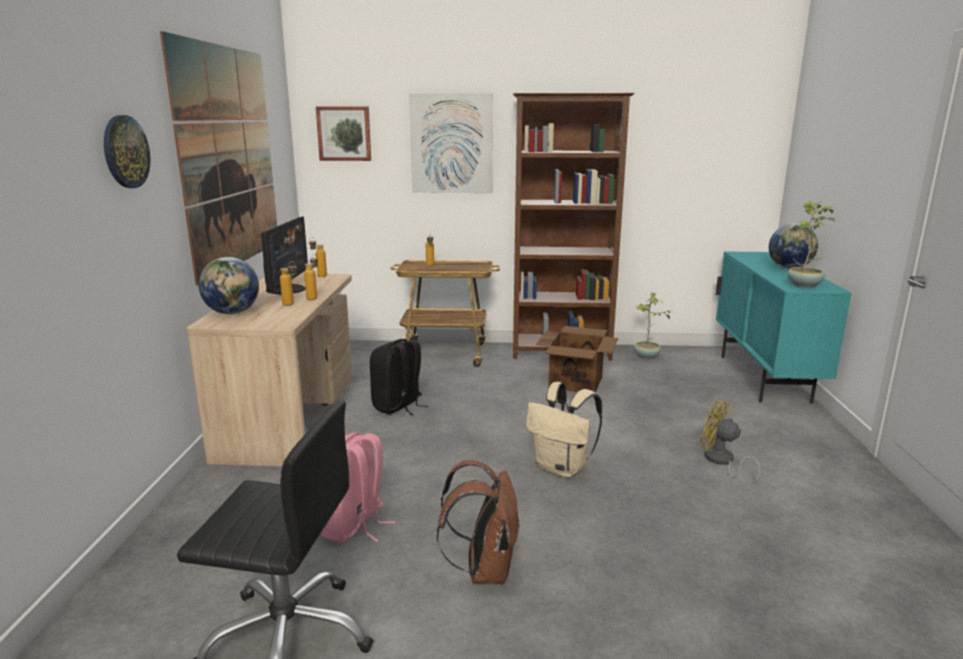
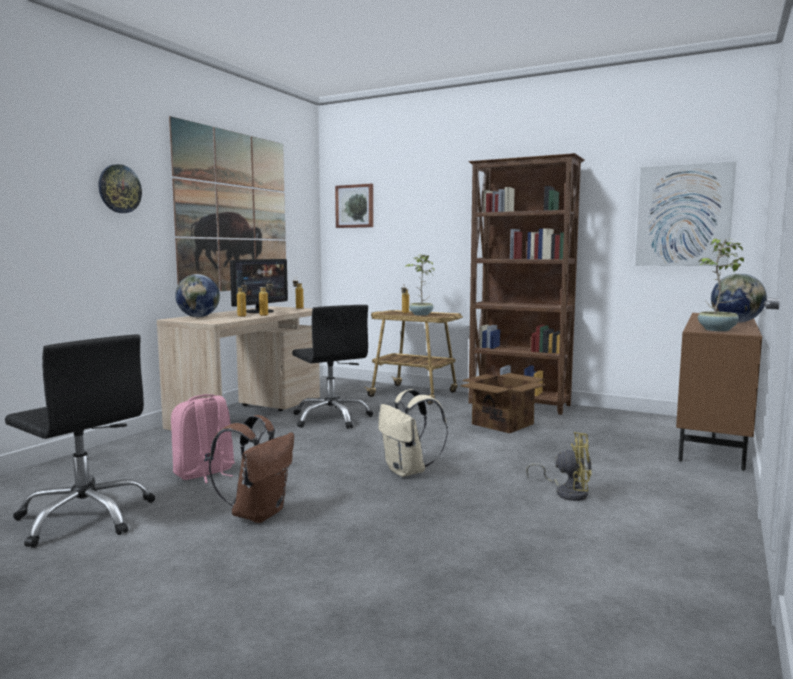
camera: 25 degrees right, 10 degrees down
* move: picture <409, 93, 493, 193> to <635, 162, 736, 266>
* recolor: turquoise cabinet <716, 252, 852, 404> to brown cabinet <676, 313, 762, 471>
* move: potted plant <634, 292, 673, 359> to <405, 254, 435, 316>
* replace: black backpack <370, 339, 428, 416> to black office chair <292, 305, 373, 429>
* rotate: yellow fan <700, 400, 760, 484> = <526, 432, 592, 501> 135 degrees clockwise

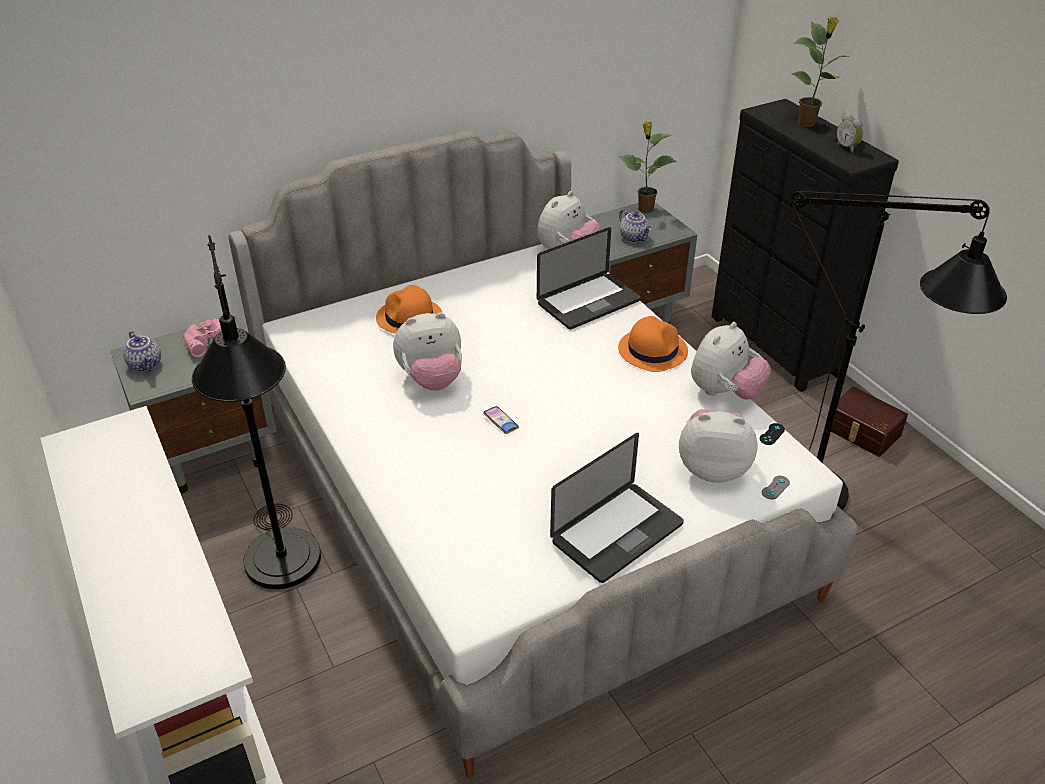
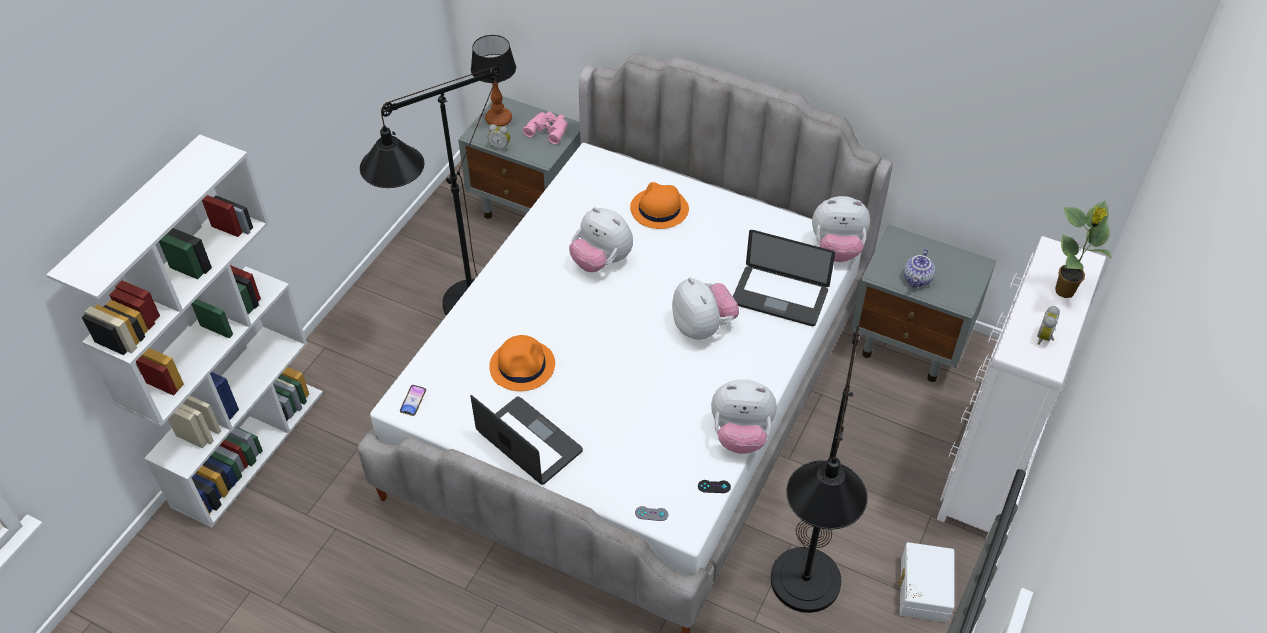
camera: 55 degrees right, 10 degrees up
* recolor: black dresser <711, 99, 899, 392> to white dresser <937, 236, 1106, 539>
* delete: potted plant <619, 121, 677, 213>
* move: orange hat <618, 316, 688, 372> to <489, 335, 555, 391>
* replace: teapot <123, 331, 161, 372> to table lamp <471, 35, 516, 127>
* recolor: brown storage box <831, 387, 908, 457> to white storage box <897, 542, 954, 622>
* move: phone <483, 406, 519, 434> to <400, 385, 426, 416>
* move: plush toy <679, 409, 758, 483> to <672, 277, 739, 340>
* rotate: laptop <550, 433, 684, 583> = <470, 395, 583, 485> 150 degrees counterclockwise
* insert: alarm clock <488, 124, 510, 151>

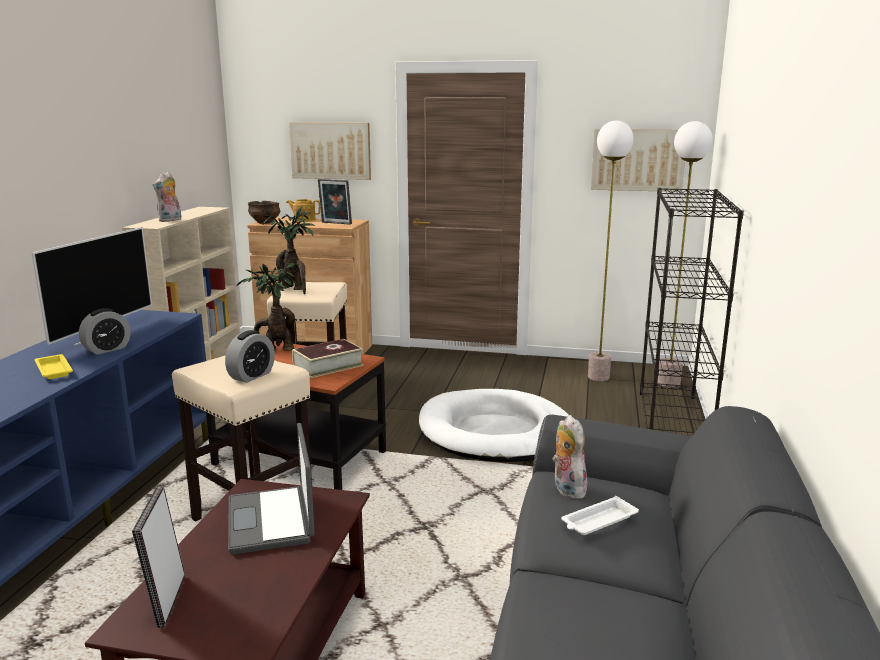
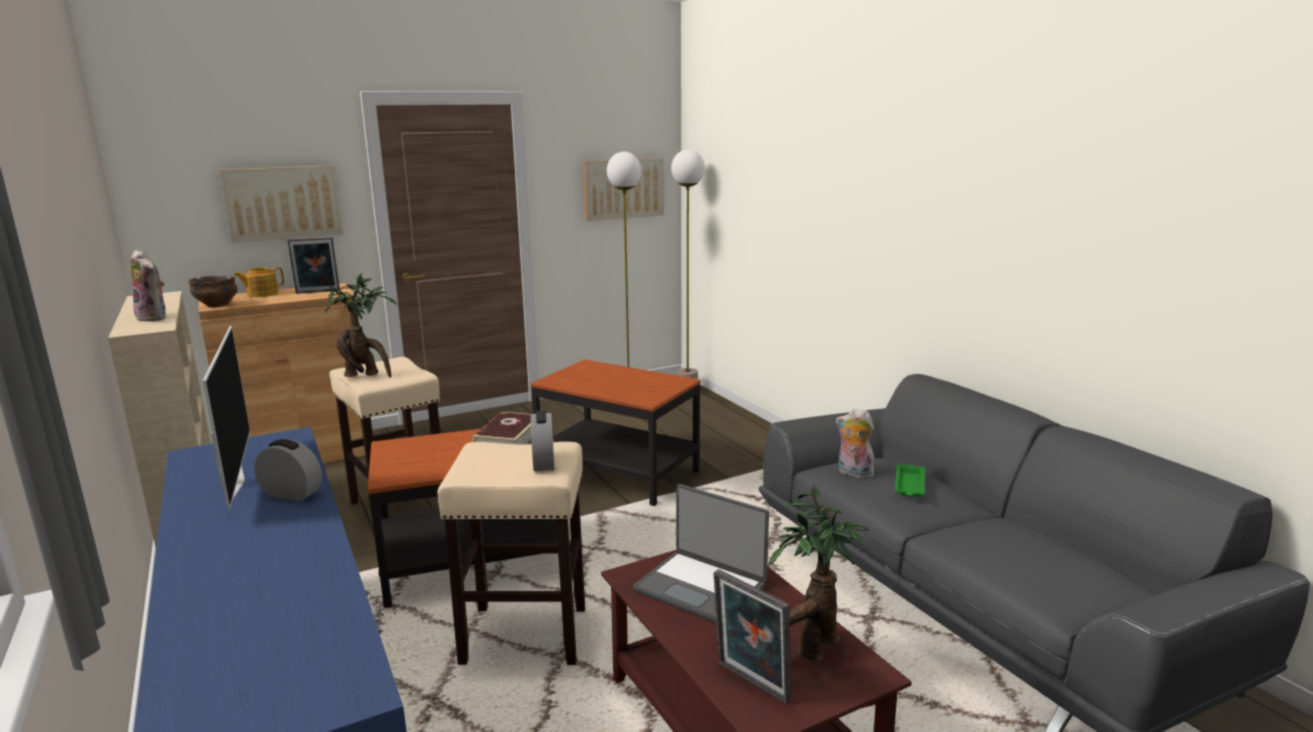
camera: 40 degrees left, 0 degrees up
* rotate: plush toy <153, 172, 181, 222> = <130, 250, 166, 322> 45 degrees counterclockwise
* delete: black bookcase <640, 188, 744, 435>
* move: potted plant <236, 261, 299, 351> to <768, 484, 869, 661>
* rotate: alarm clock <79, 308, 131, 355> = <254, 439, 322, 502> 75 degrees counterclockwise
* delete: yellow tray <34, 354, 73, 379>
* replace: white dog bed <419, 389, 569, 462> to side table <531, 359, 701, 506>
* recolor: white tray <561, 496, 639, 535> to green tray <895, 464, 925, 497>

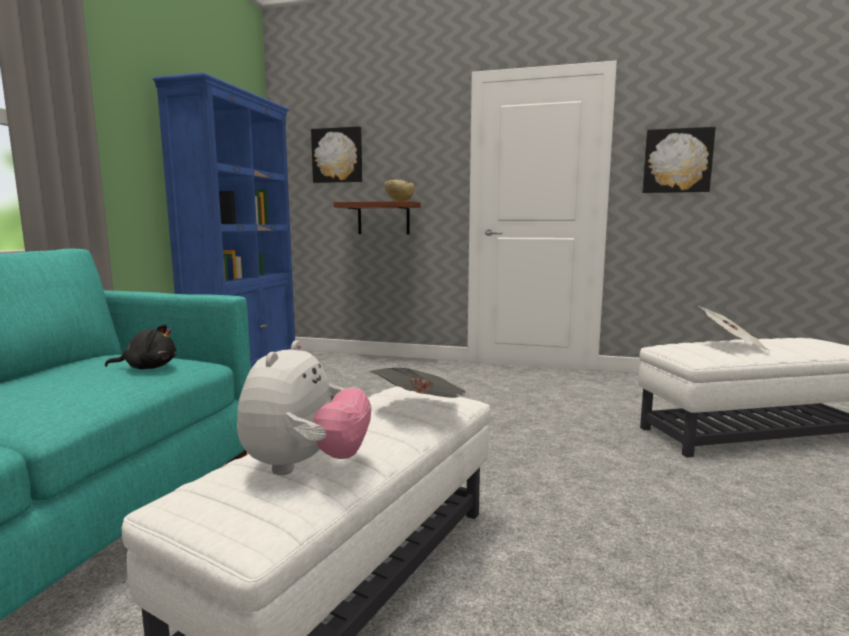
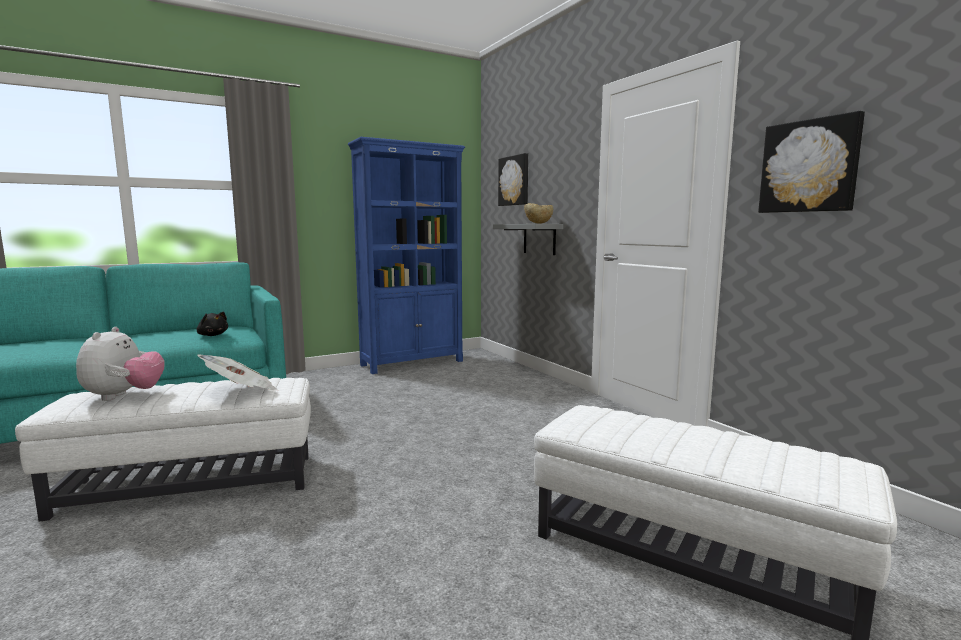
camera: 45 degrees right, 0 degrees up
* recolor: brown shelf <334, 201, 421, 234> to grey shelf <493, 224, 563, 255>
* delete: newspaper <699, 306, 768, 350>
* rotate: plush toy <237, 340, 371, 475> = <76, 327, 165, 401> 60 degrees counterclockwise

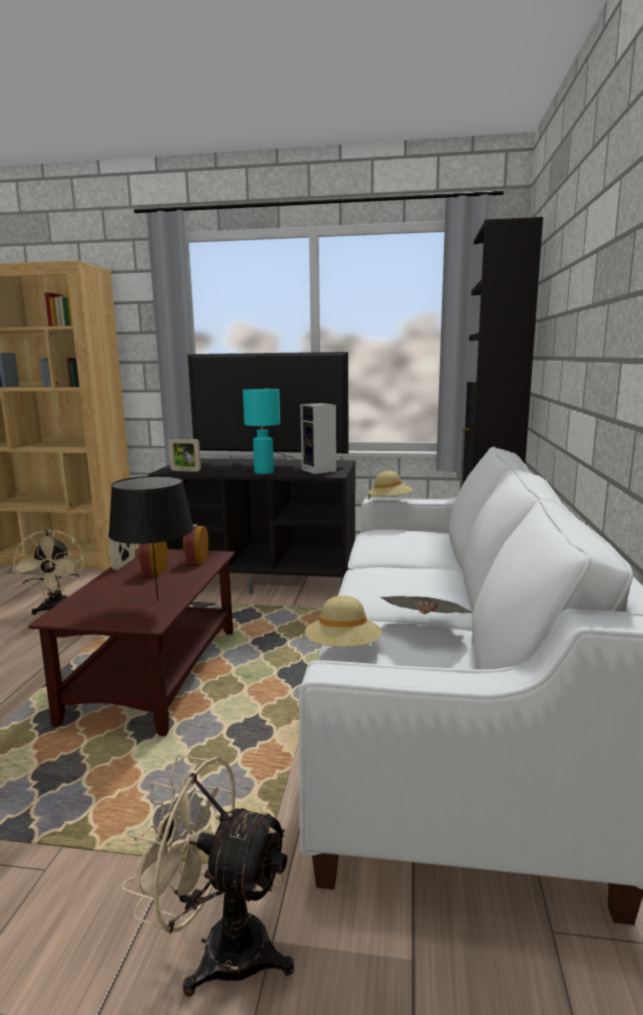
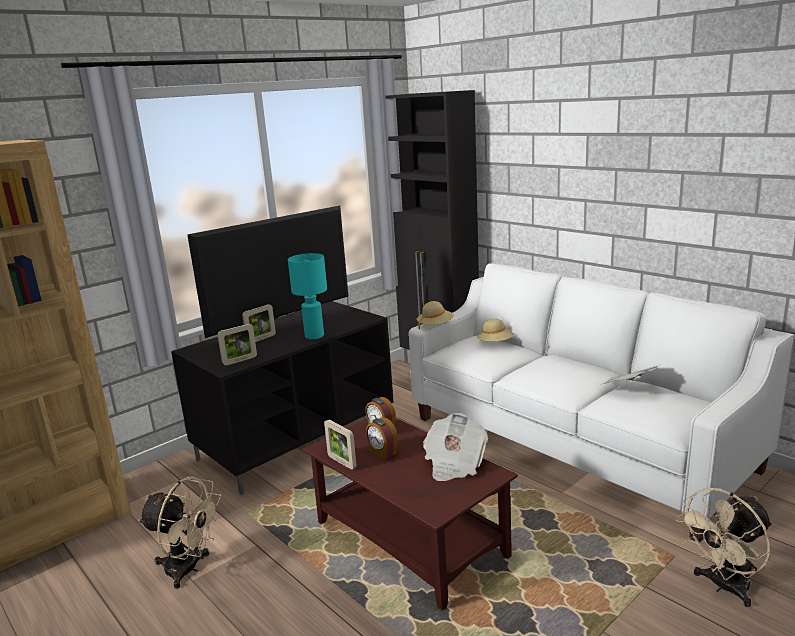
camera: 50 degrees left, 5 degrees up
* delete: speaker <300, 403, 336, 474>
* replace: black table lamp <108, 476, 194, 601> to newspaper <423, 413, 488, 481>
* move: beige hat <305, 596, 382, 647> to <477, 319, 514, 342>
* insert: picture frame <242, 304, 276, 342>

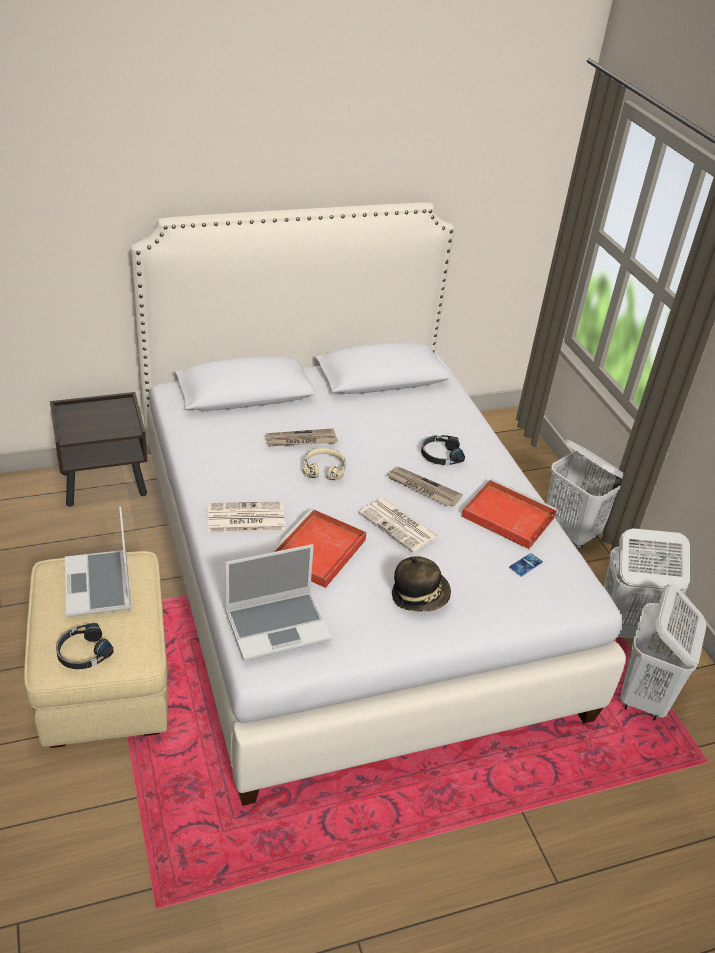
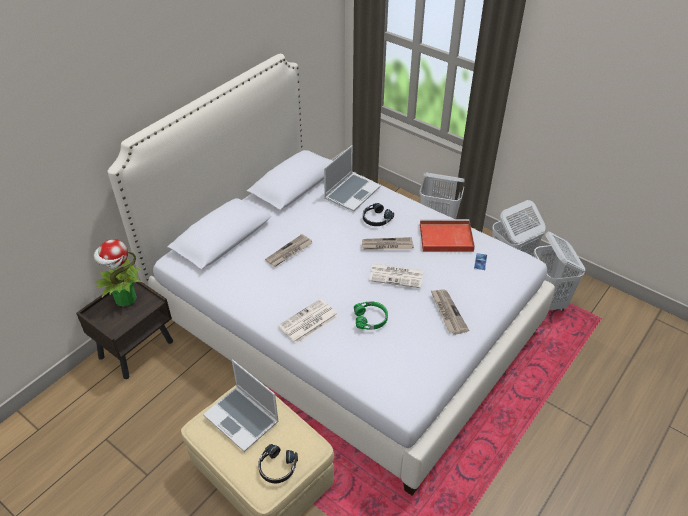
camera: 30 degrees left, 5 degrees up
* delete: beige headphones <303, 448, 346, 480>
* replace: red tray <269, 508, 367, 588> to green headphones <354, 301, 388, 329>
* move: laptop <225, 544, 332, 661> to <324, 145, 380, 212>
* replace: hat <392, 556, 451, 612> to newspaper <431, 289, 469, 335>
* insert: potted plant <94, 239, 142, 306>

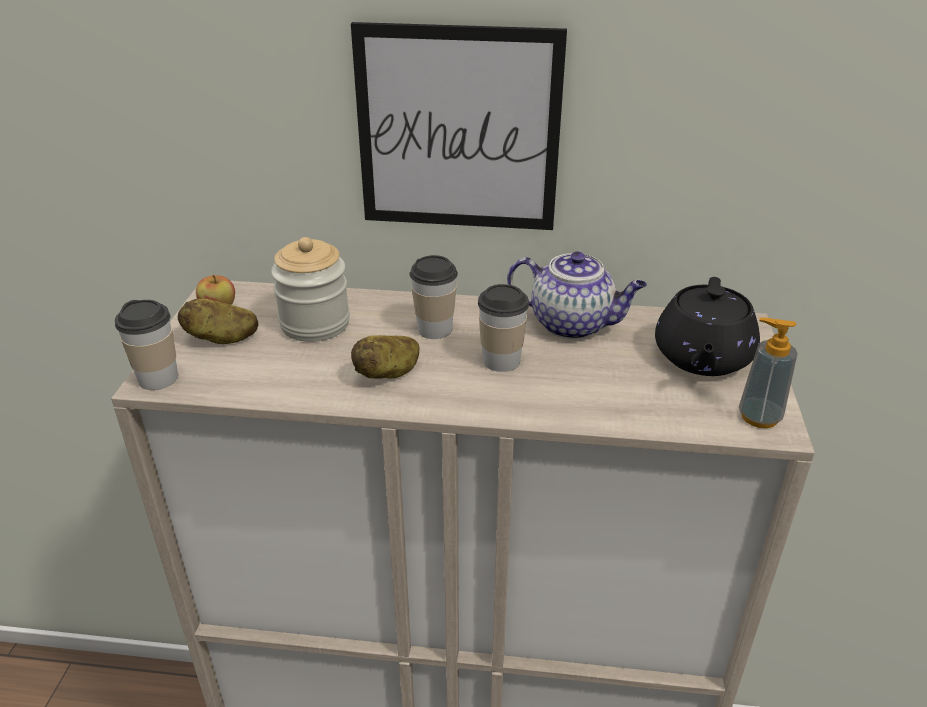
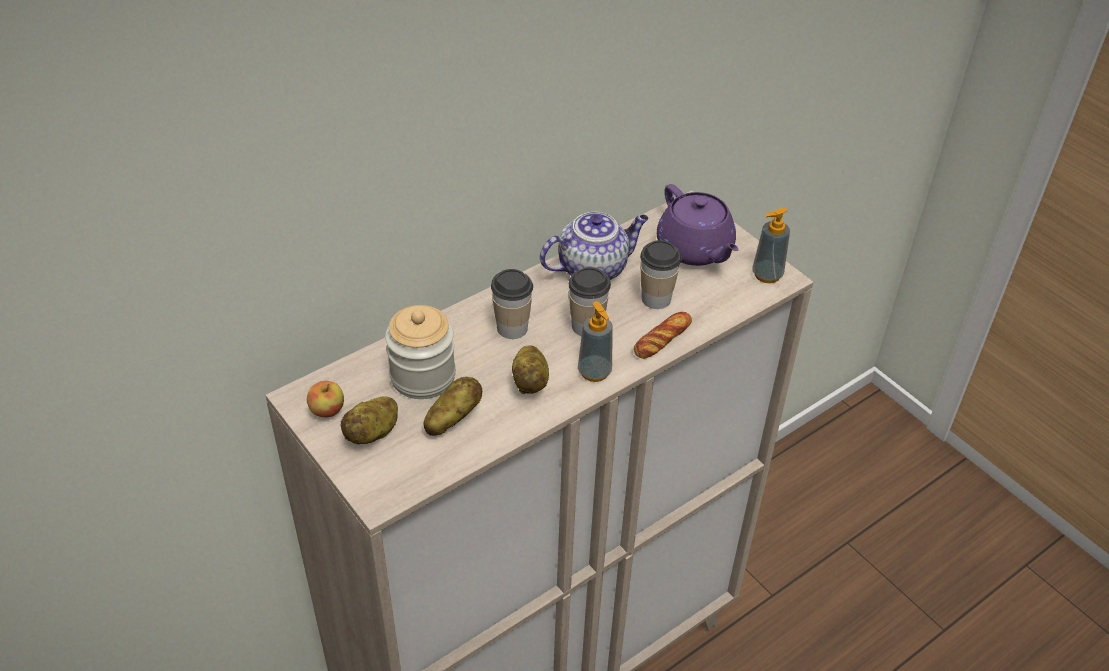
camera: 45 degrees left, 10 degrees up
* delete: picture <351, 22, 567, 230>
* recolor: black teapot <655, 277, 760, 376> to purple teapot <657, 184, 739, 266>
* move: cup <115, 300, 178, 390> to <640, 240, 681, 309>
* insert: soap dispenser <578, 301, 613, 382>
* insert: bread <634, 312, 692, 359>
* insert: potato <423, 377, 482, 436>

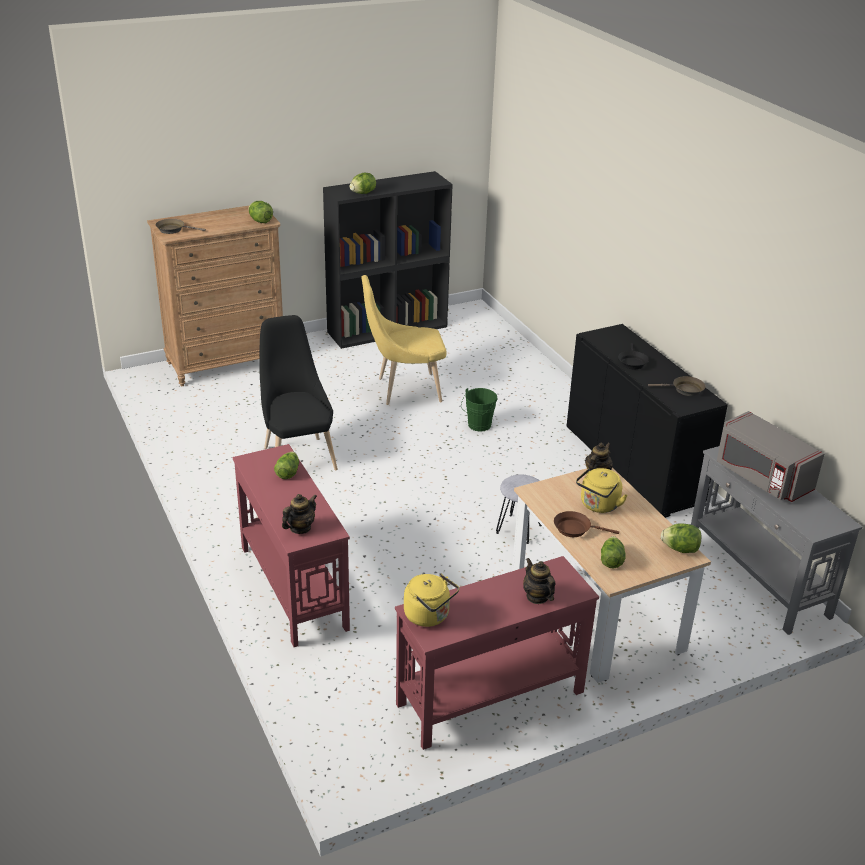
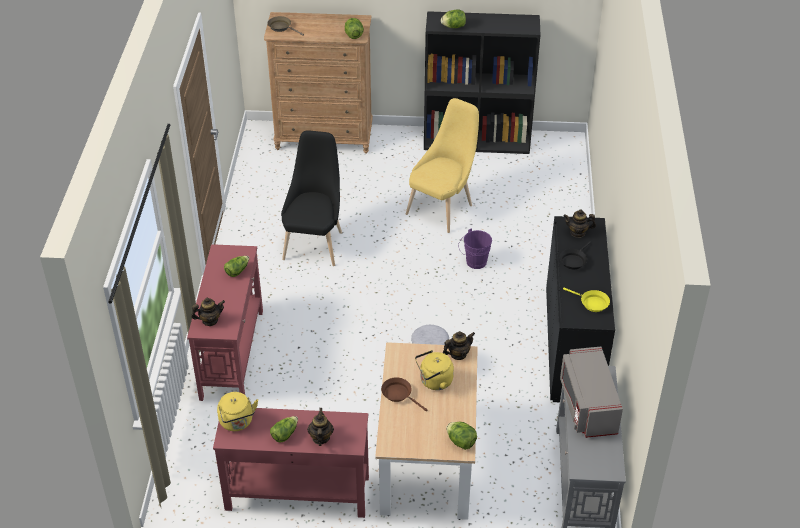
camera: 30 degrees right, 10 degrees up
* rotate: yellow chair <362, 275, 446, 405> = <406, 98, 479, 233> 105 degrees clockwise
* recolor: brown frying pan <648, 376, 706, 396> to yellow frying pan <563, 288, 610, 312>
* recolor: green bucket <461, 388, 498, 432> to purple bucket <458, 228, 492, 269>
* move: lettuce <601, 536, 626, 568> to <270, 416, 298, 442>
* insert: teapot <564, 209, 596, 238>

